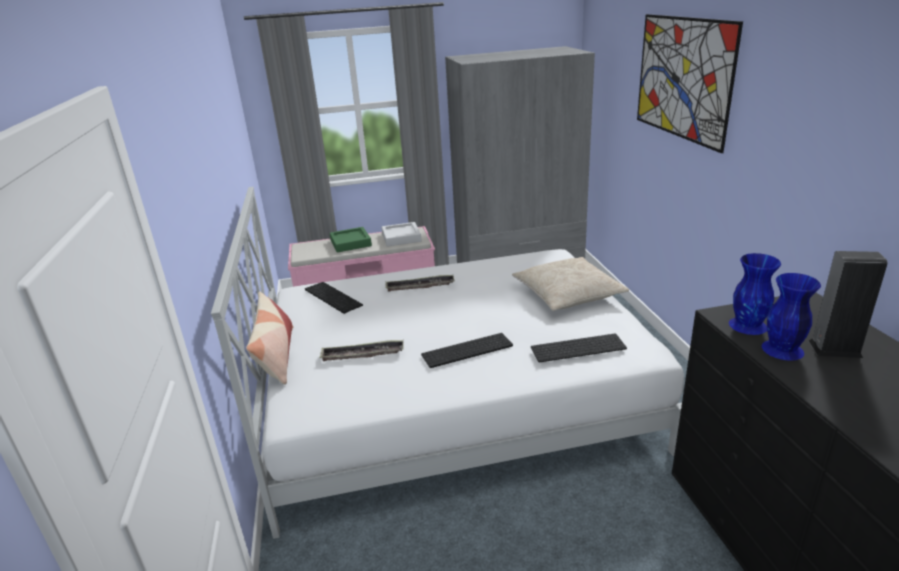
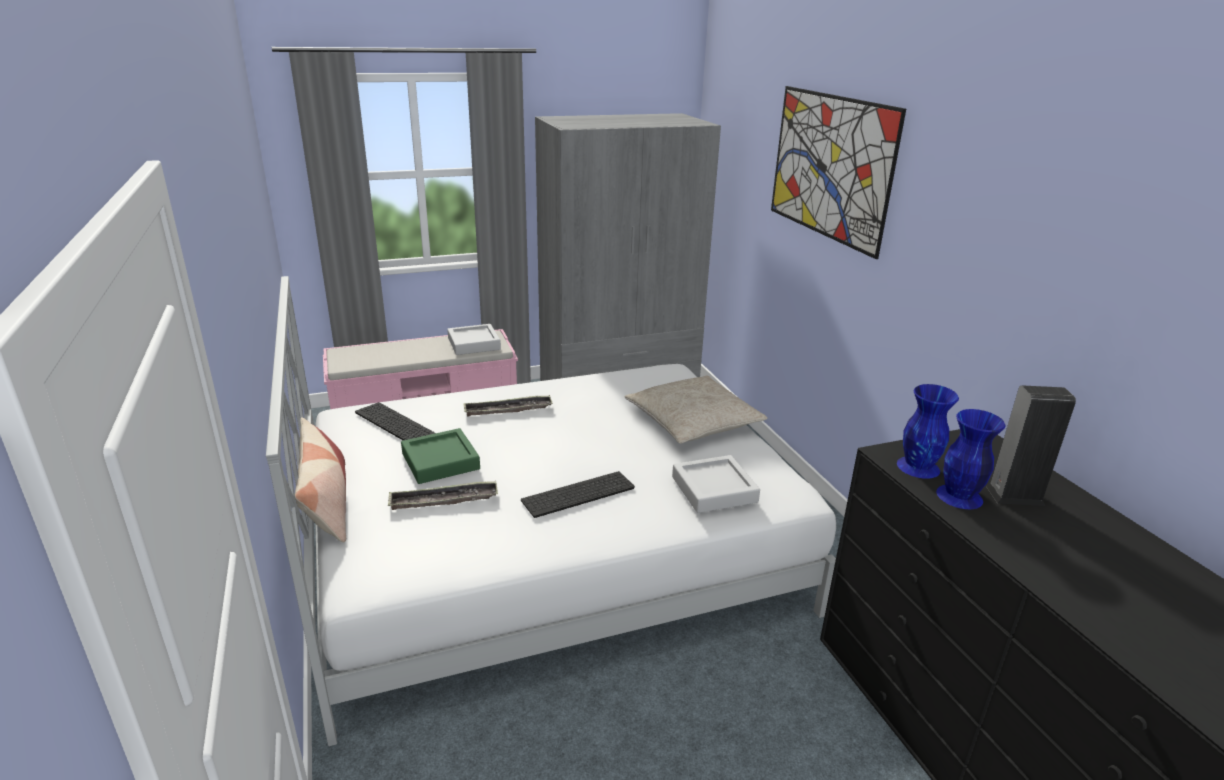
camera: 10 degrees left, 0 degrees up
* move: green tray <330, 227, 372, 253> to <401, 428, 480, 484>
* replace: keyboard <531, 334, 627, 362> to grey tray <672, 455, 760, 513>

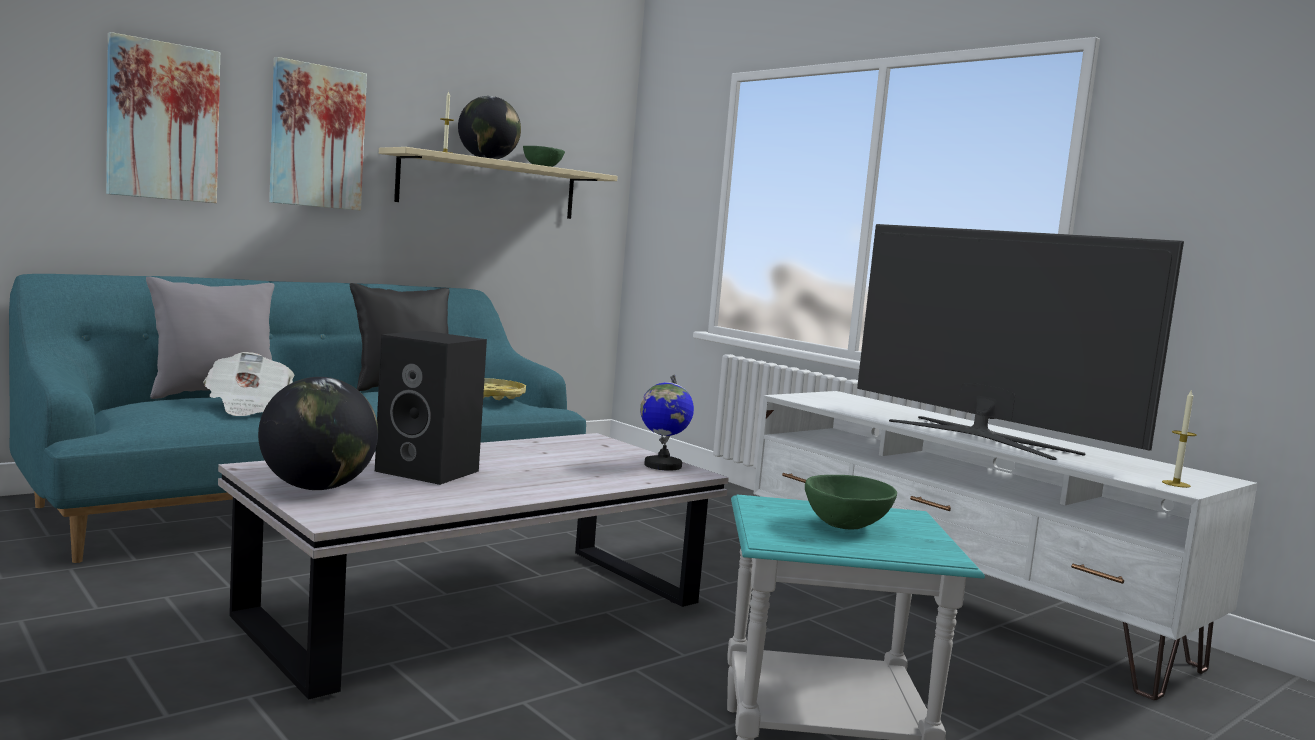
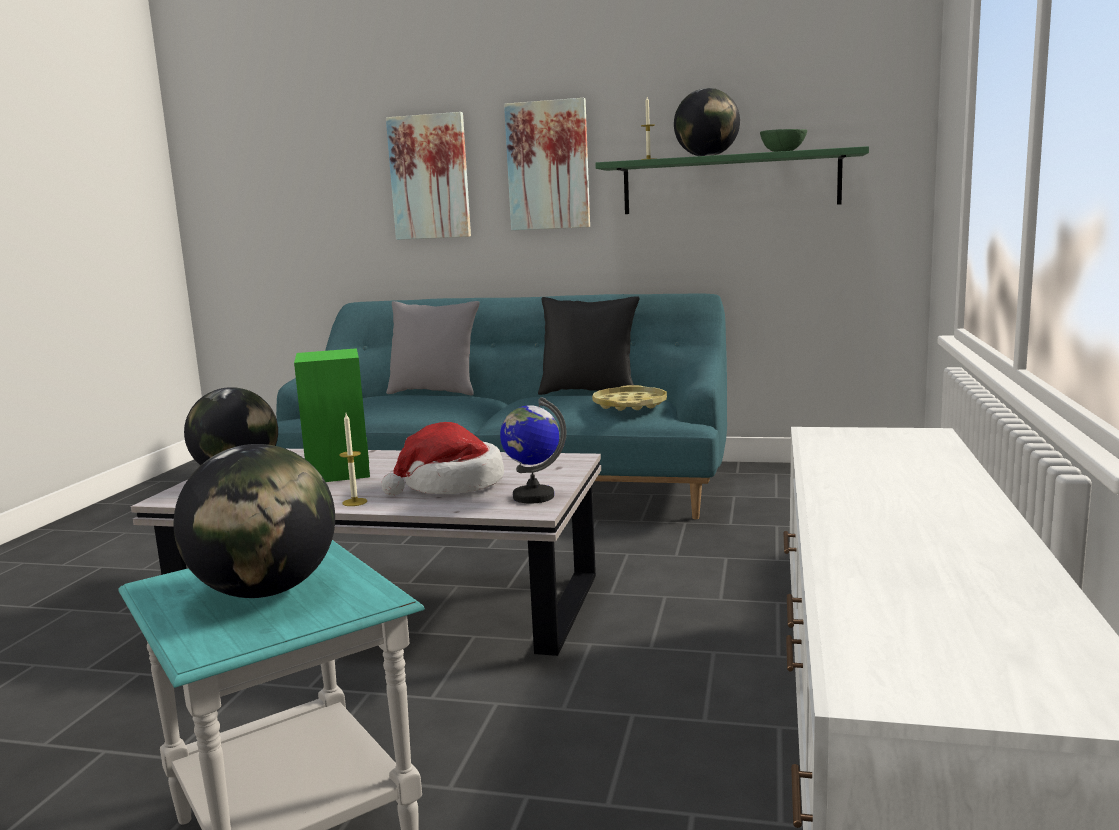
camera: 55 degrees right, 5 degrees up
* recolor: beige shelf <379, 147, 618, 219> to green shelf <595, 146, 869, 214>
* delete: television <857, 224, 1184, 460>
* recolor: black speaker <375, 331, 487, 485> to green speaker <294, 348, 370, 482>
* delete: newspaper <203, 352, 294, 416>
* move: candle <1162, 389, 1197, 488> to <339, 413, 367, 506>
* replace: green bowl <805, 475, 897, 529> to globe <174, 444, 335, 598>
* insert: hat <381, 422, 504, 496>

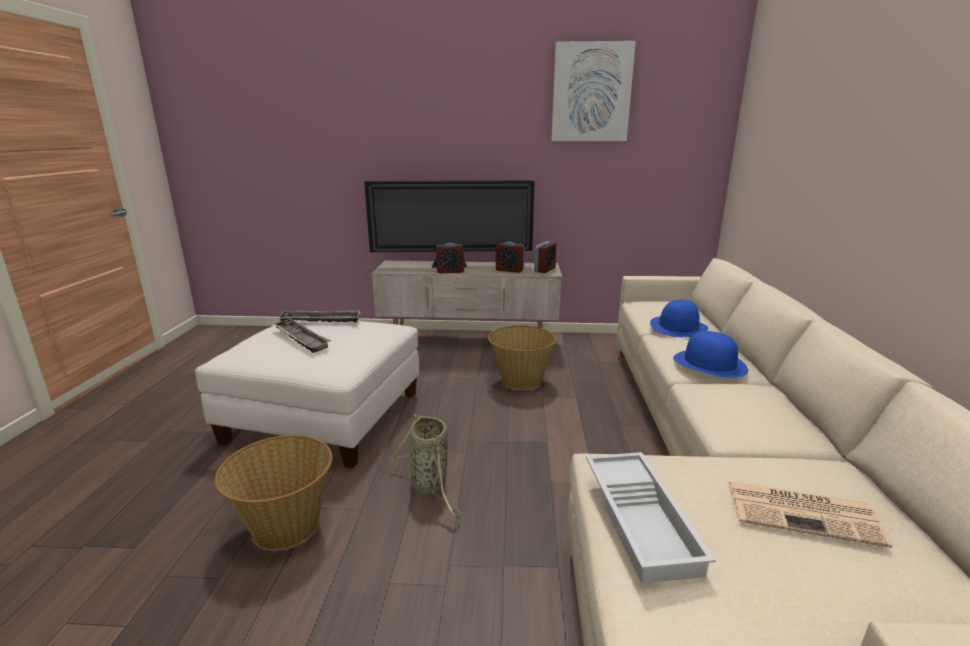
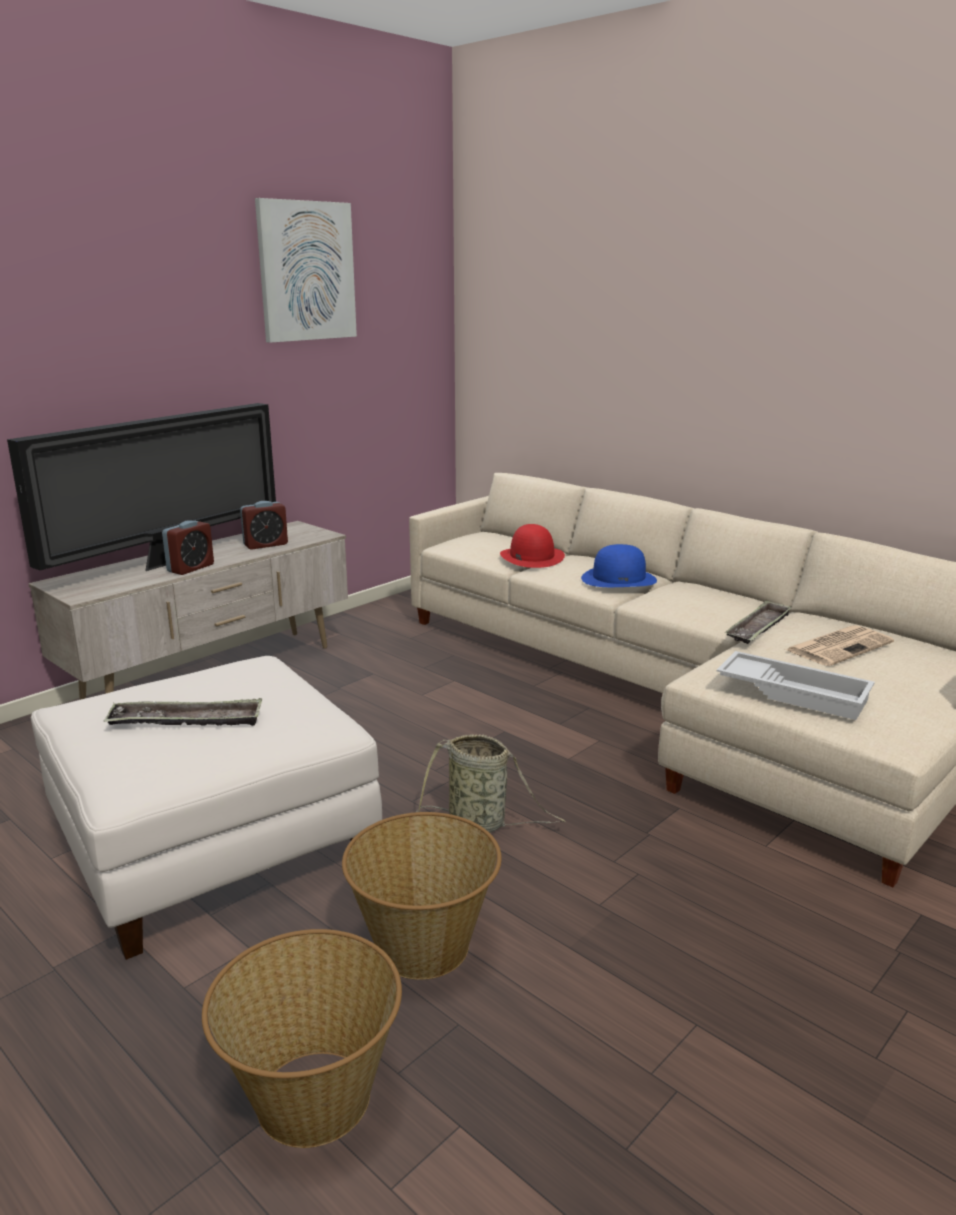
camera: 50 degrees left, 0 degrees up
* delete: alarm clock <534, 241, 556, 273>
* recolor: blue hat <650, 299, 708, 337> to red hat <500, 524, 565, 568>
* move: tray <278, 310, 361, 323> to <725, 600, 792, 644>
* move: basket <488, 325, 556, 390> to <202, 929, 402, 1148>

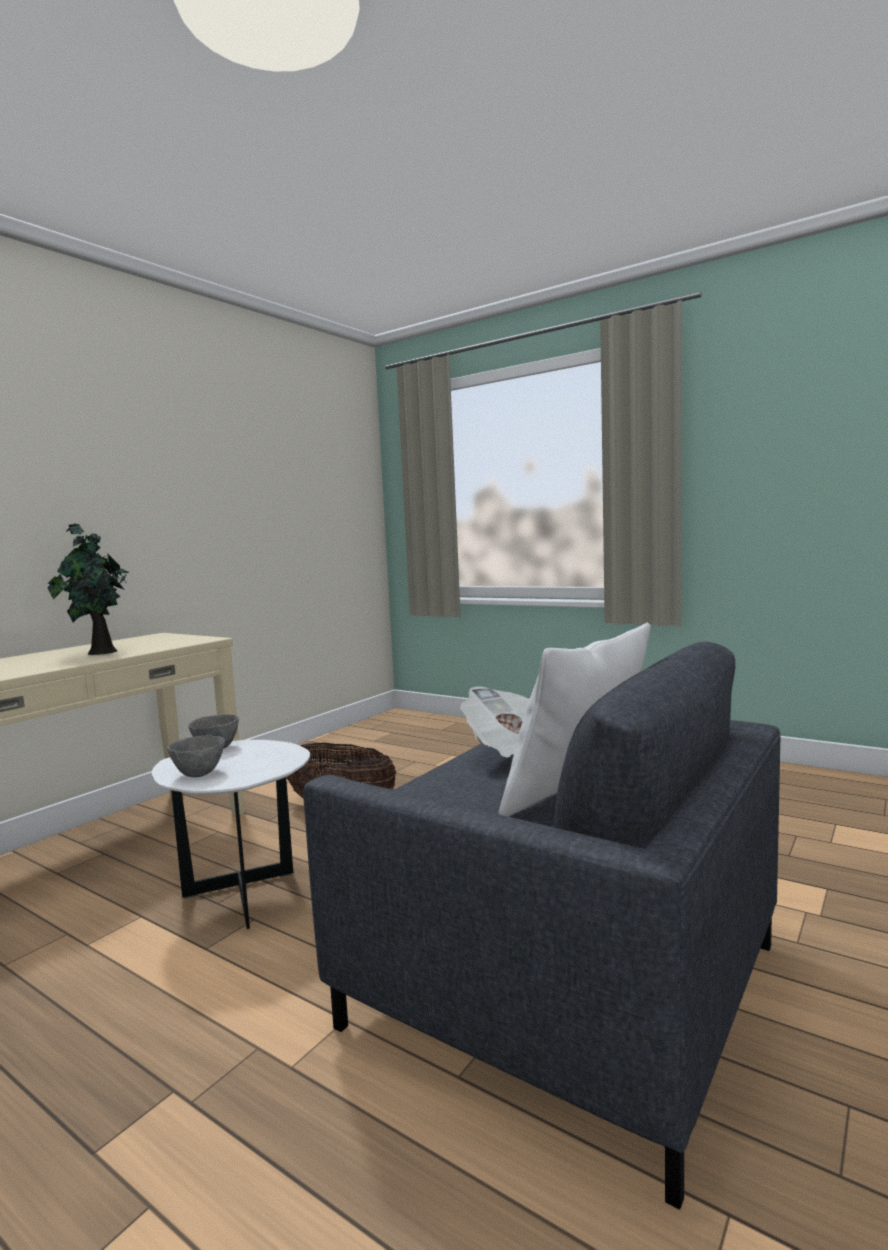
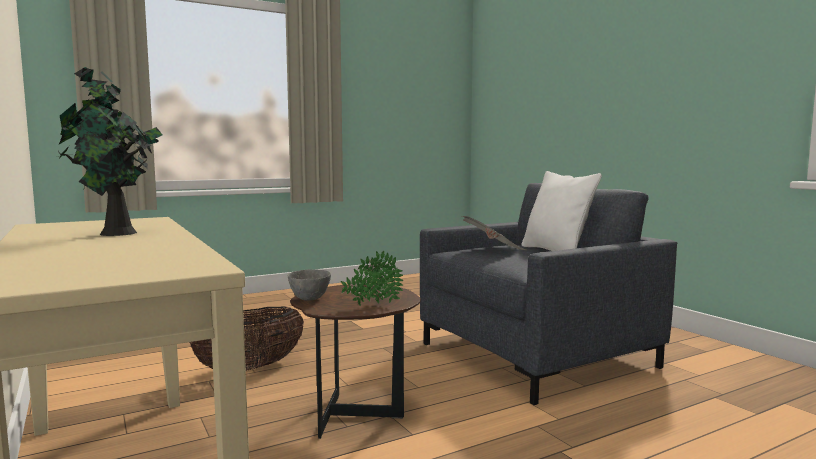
camera: 65 degrees left, 0 degrees up
* replace: grey bowl <167, 736, 225, 777> to potted plant <341, 250, 403, 306>
* recolor: white side table <152, 740, 310, 930> to brown side table <290, 285, 421, 439>

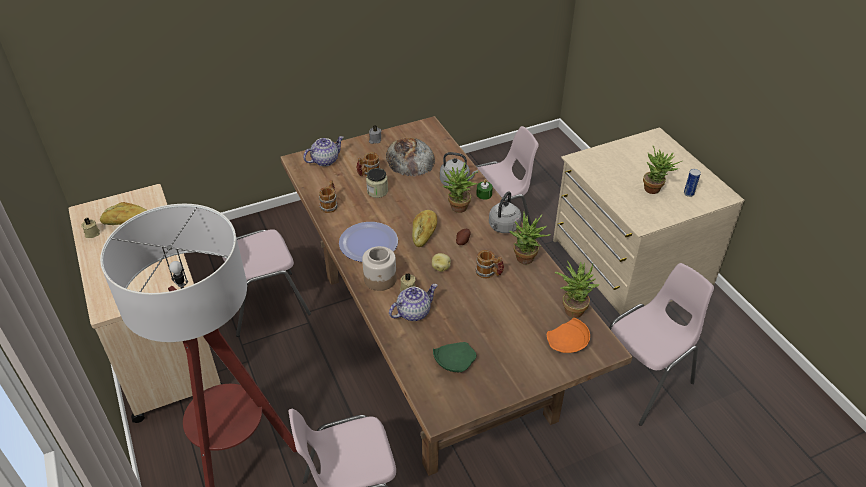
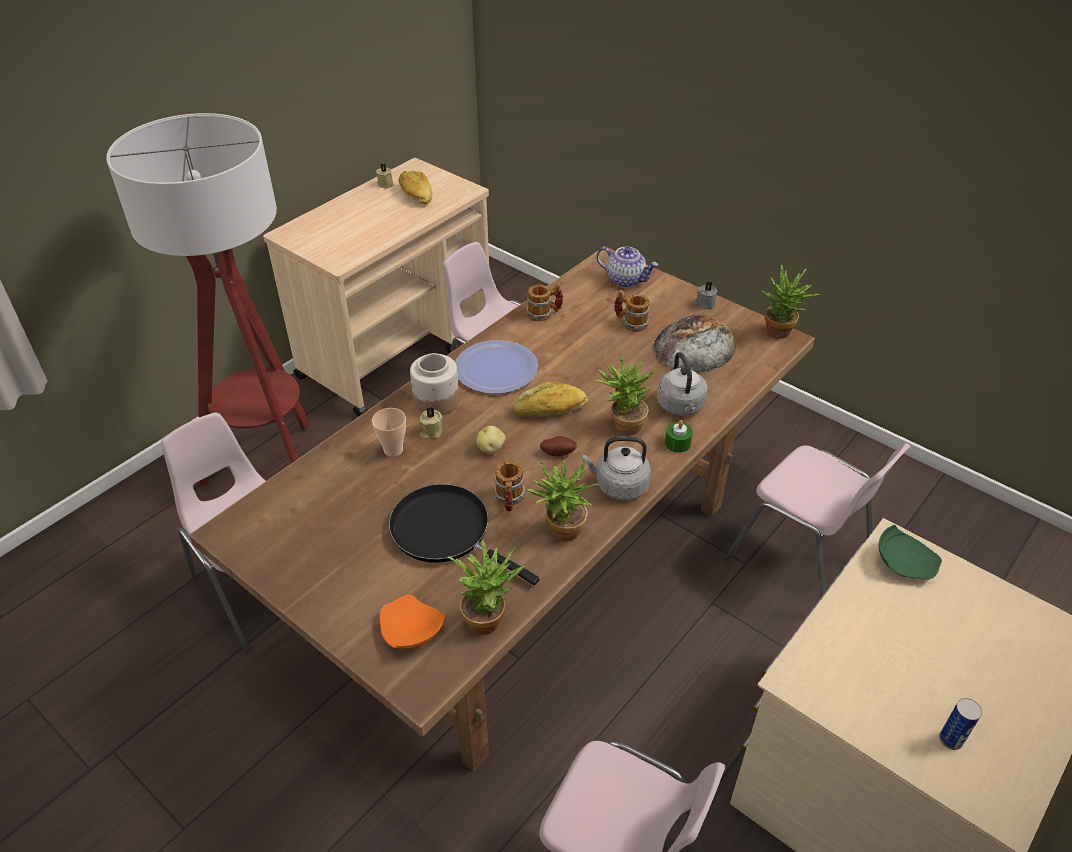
camera: 65 degrees right, 0 degrees up
* move: potted plant <643, 146, 682, 194> to <762, 265, 820, 339>
* delete: jar <366, 168, 388, 198>
* replace: teapot <389, 284, 438, 321> to cup <372, 408, 406, 457>
* move: green plate <433, 342, 477, 372> to <879, 525, 942, 580>
* insert: black frying pan <389, 484, 540, 585>

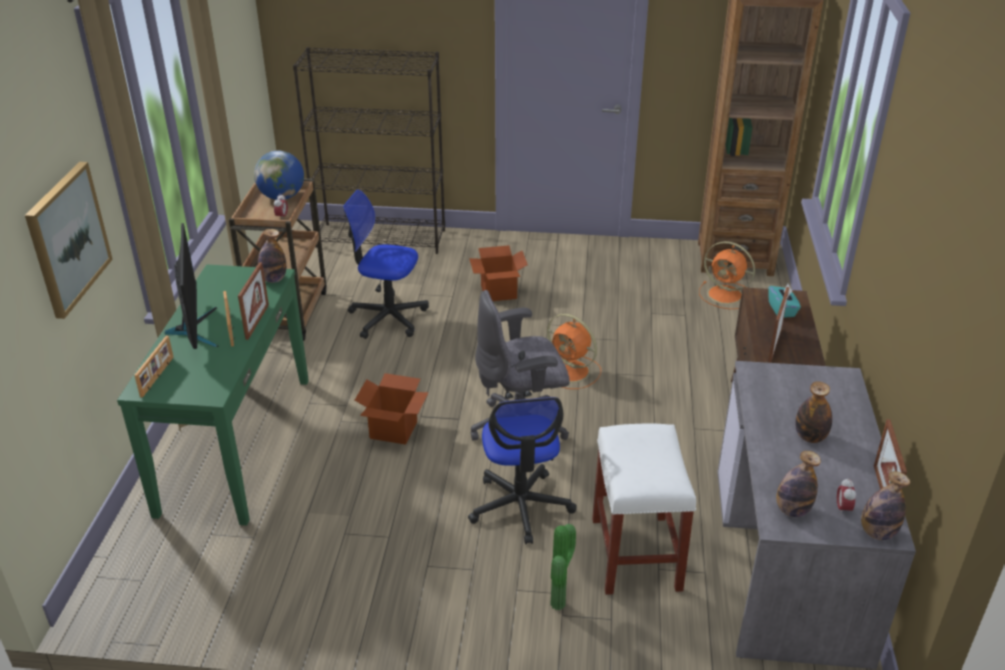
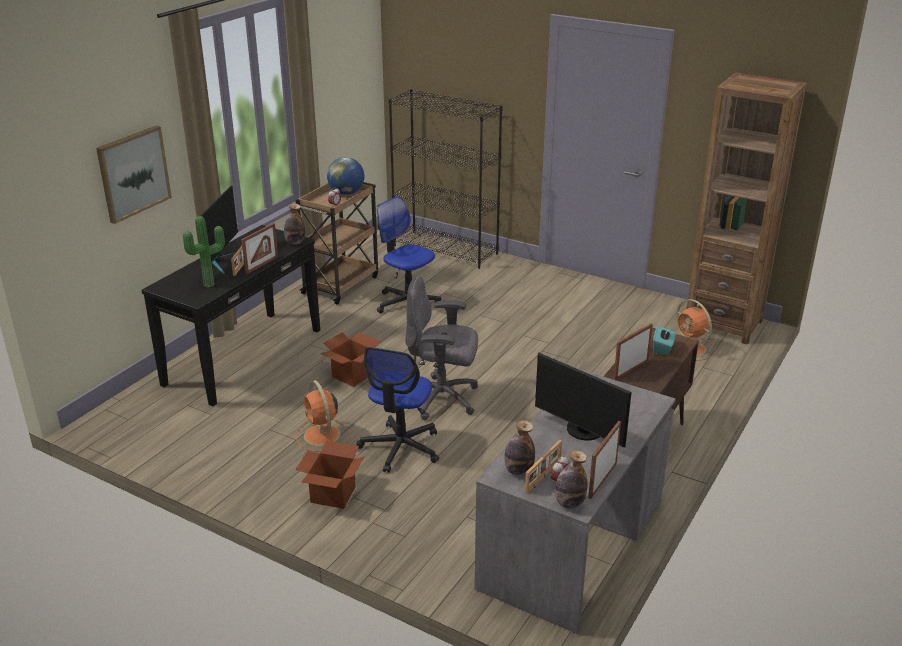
camera: 25 degrees right, 5 degrees down
* move: cardboard box <469, 245, 528, 301> to <295, 441, 365, 509>
* recolor: green console table <117, 265, 309, 526> to black console table <142, 225, 320, 406>
* move: orange fan <547, 314, 601, 389> to <296, 380, 351, 452>
* move: picture frame <134, 336, 174, 398> to <525, 440, 562, 494>
* replace: bottle <796, 381, 832, 443> to monitor <535, 352, 632, 447>
* delete: white stool <592, 423, 696, 595>
* move: potted plant <550, 524, 576, 610> to <183, 216, 225, 287>

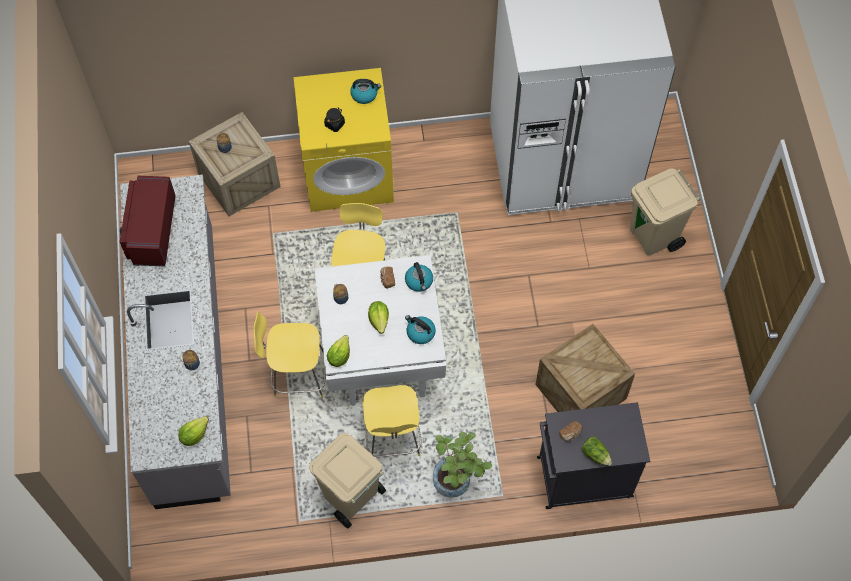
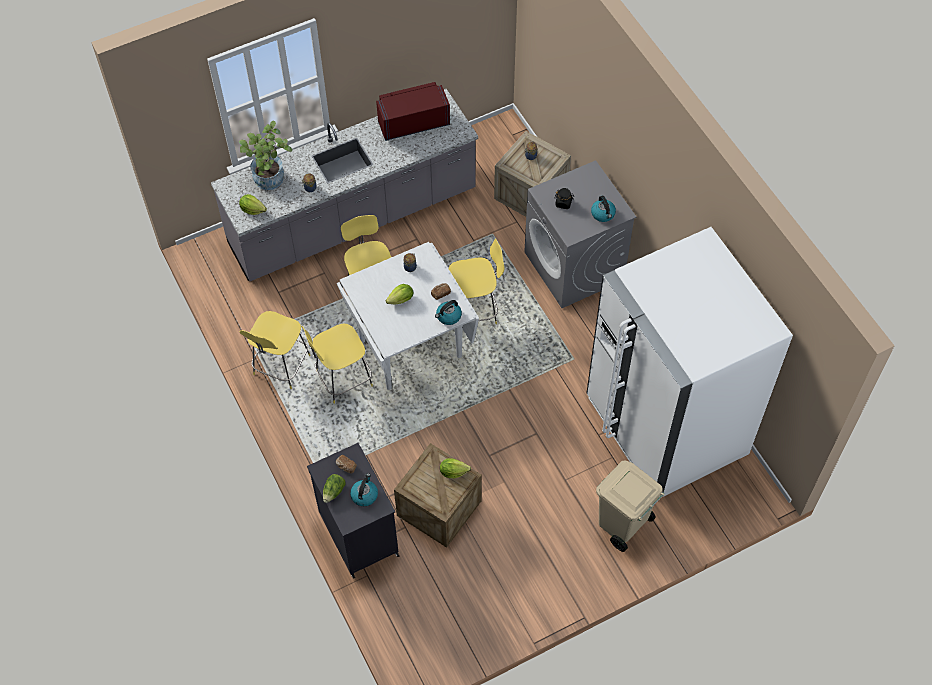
camera: 70 degrees right, 5 degrees down
* recolor: yellow washing machine <293, 68, 394, 212> to grey washing machine <524, 160, 637, 308>
* move: kettle <405, 315, 436, 344> to <350, 473, 378, 506>
* move: lettuce <327, 335, 350, 367> to <440, 458, 471, 478>
* move: potted plant <433, 432, 492, 498> to <239, 121, 292, 190>
* replace: beige trash can <309, 433, 386, 529> to yellow stool <240, 311, 311, 389>

